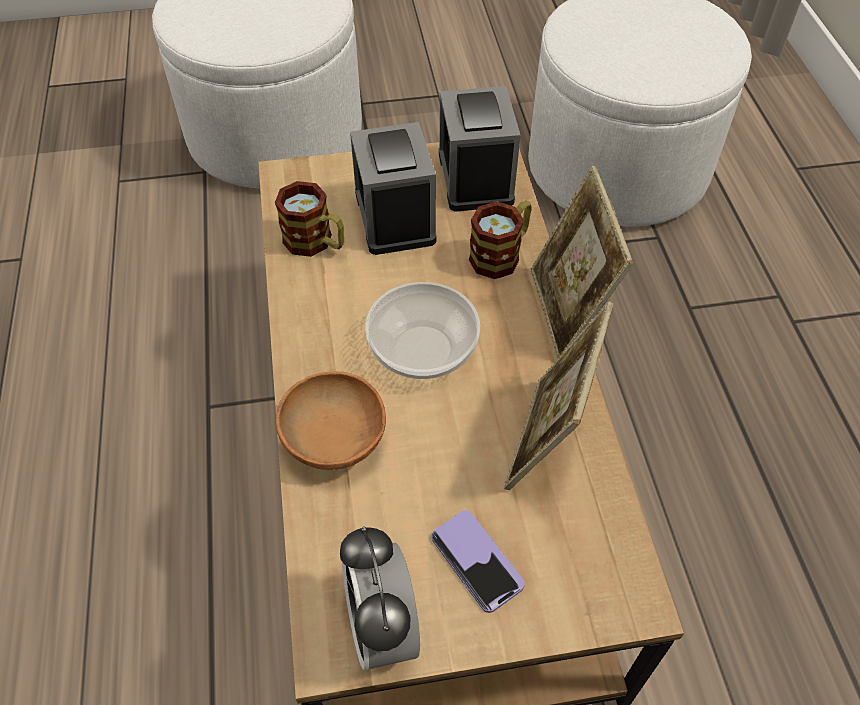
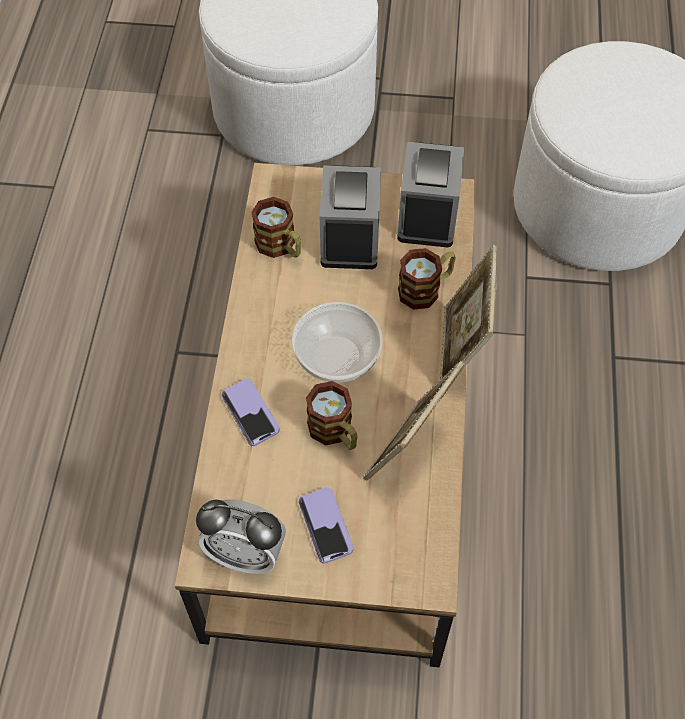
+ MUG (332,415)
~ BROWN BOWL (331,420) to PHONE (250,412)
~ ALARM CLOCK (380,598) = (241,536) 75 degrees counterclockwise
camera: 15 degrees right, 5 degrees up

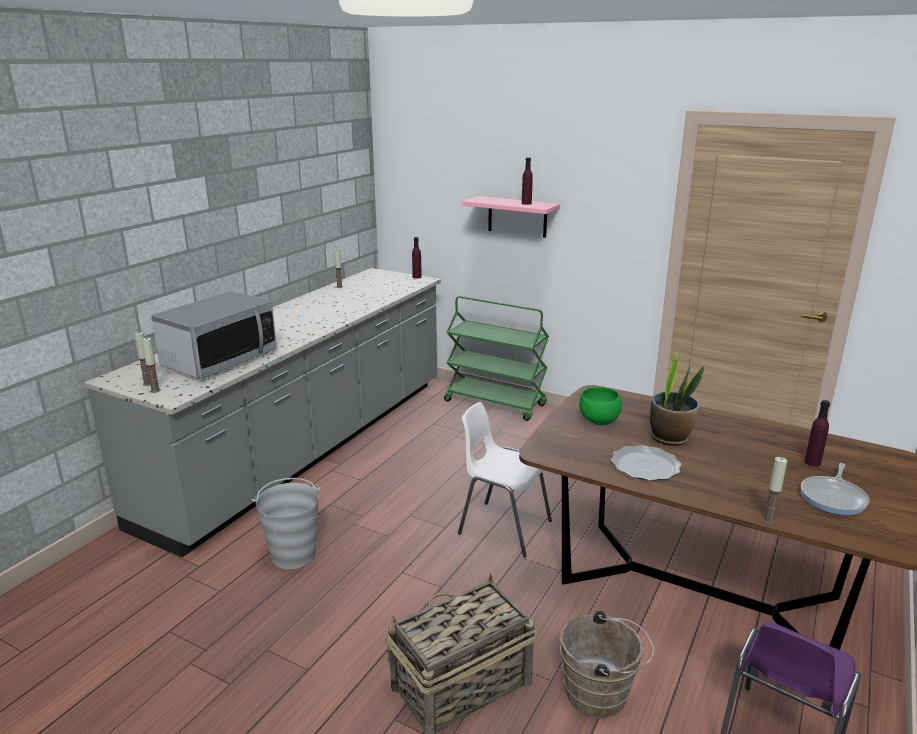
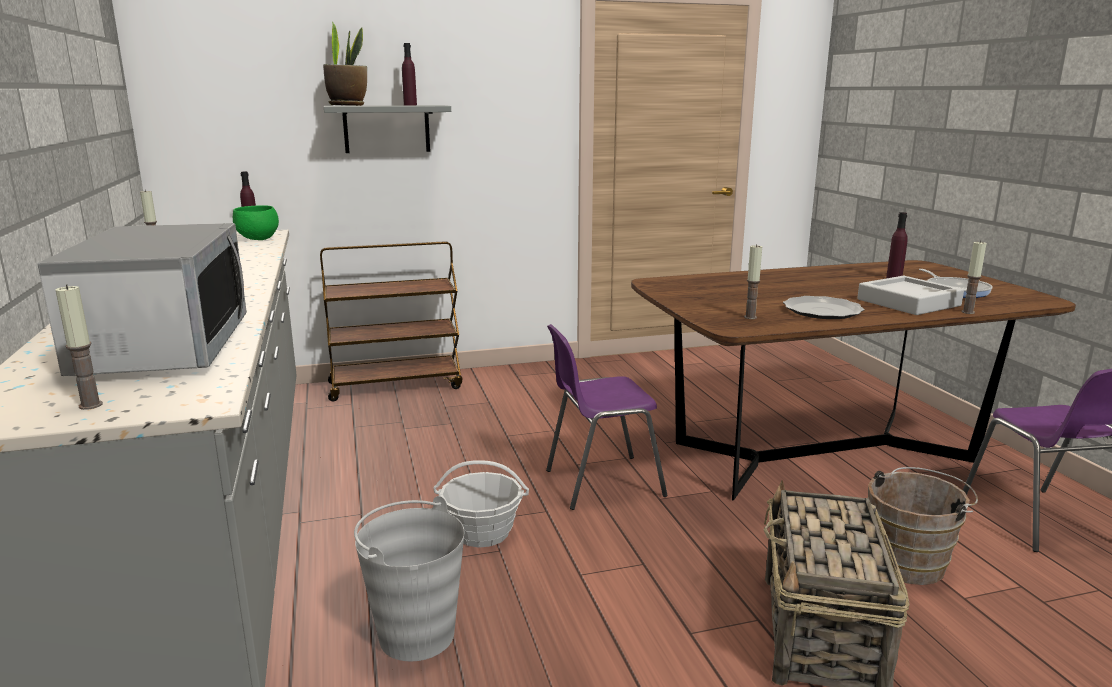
+ BASKET (481,504)
+ GREY TRAY (910,295)
~ CANDLE (150,365) to (753,281)
~ GREEN BOWL (600,406) to (256,222)
~ POTTED PLANT (677,399) to (345,64)
~ GREEN CART (496,358) to BROWN CART (391,321)
~ WHITE CHAIR (505,480) to PURPLE CHAIR (607,417)
~ PINK SHELF (511,217) to GREY SHELF (387,129)
camera: 45 degrees left, 5 degrees down

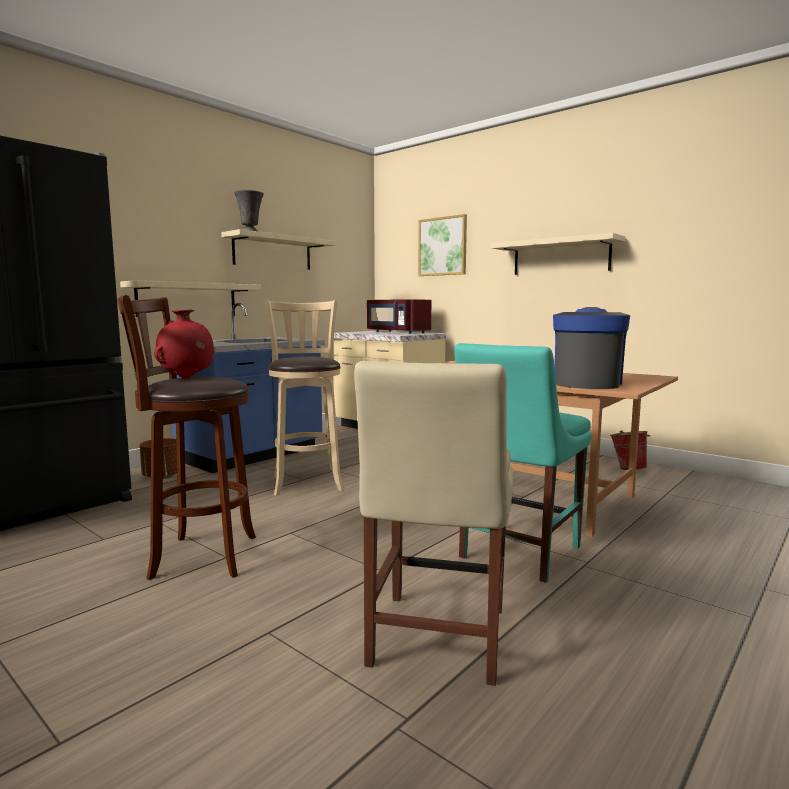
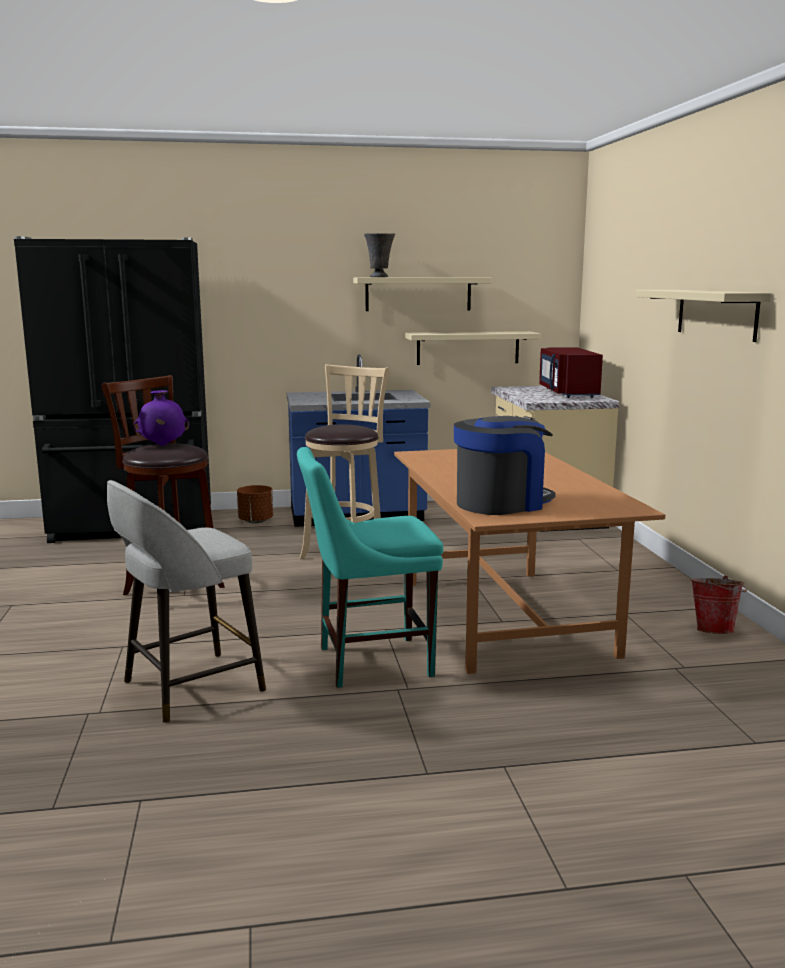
- PICTURE (442,245)
~ BEIGE SHELF (190,298) to (473,348)
~ BEIGE CHAIR (433,523) to GREY STOOL (186,601)
~ RED VASE (184,344) to PURPLE VASE (161,418)
camera: 40 degrees right, 5 degrees up

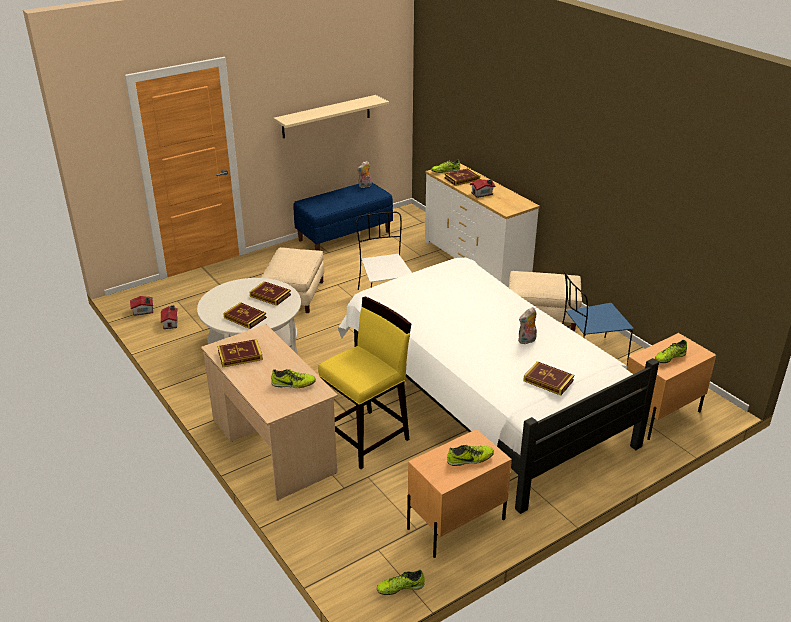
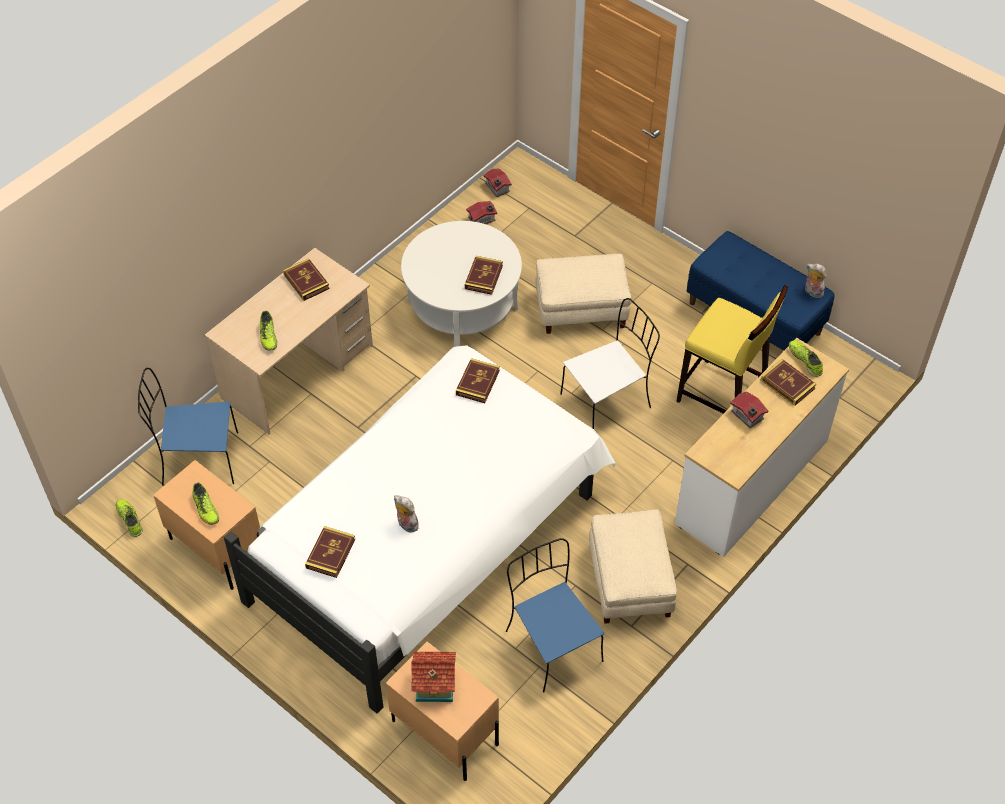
- BEIGE SHELF (331,116)
+ BLUE CHAIR (188,426)
~ BOOK (245,315) to (478,380)
~ YELLOW STOOL (364,382) to (732,349)
~ SHOE (671,351) to TOY HOUSE (434,677)
camera: 75 degrees right, 20 degrees up

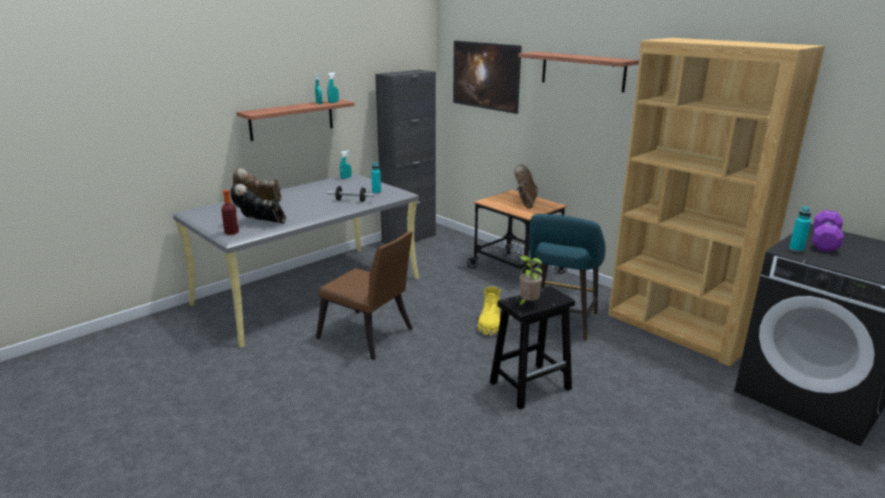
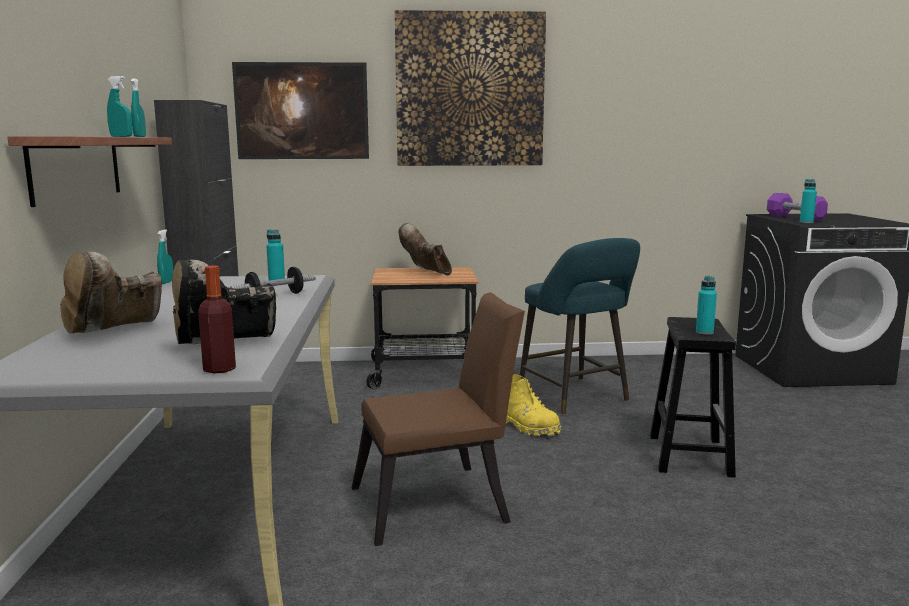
- BROWN BOOKCASE (716,202)
~ SHELF (578,72) to PICTURE (470,88)
~ POTTED PLANT (530,281) to TURQUOISE BOTTLE (706,305)
camera: 50 degrees left, 10 degrees down

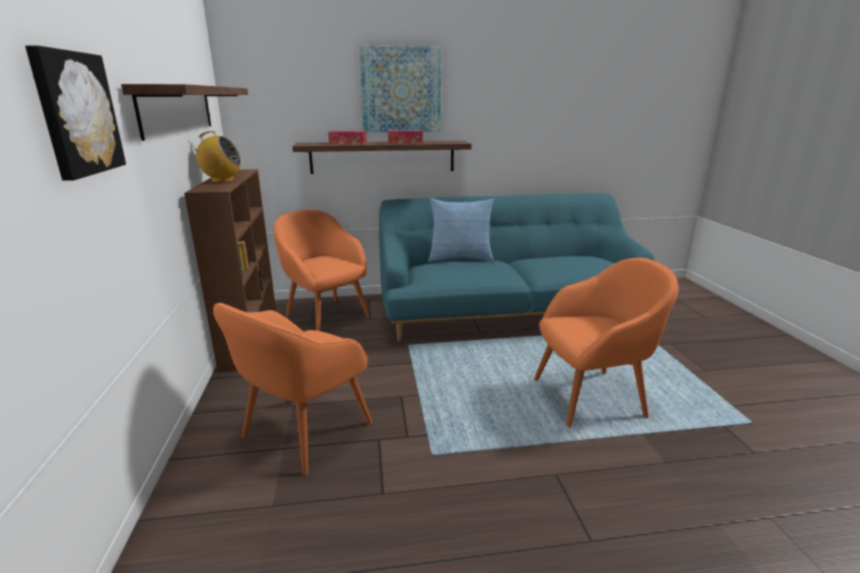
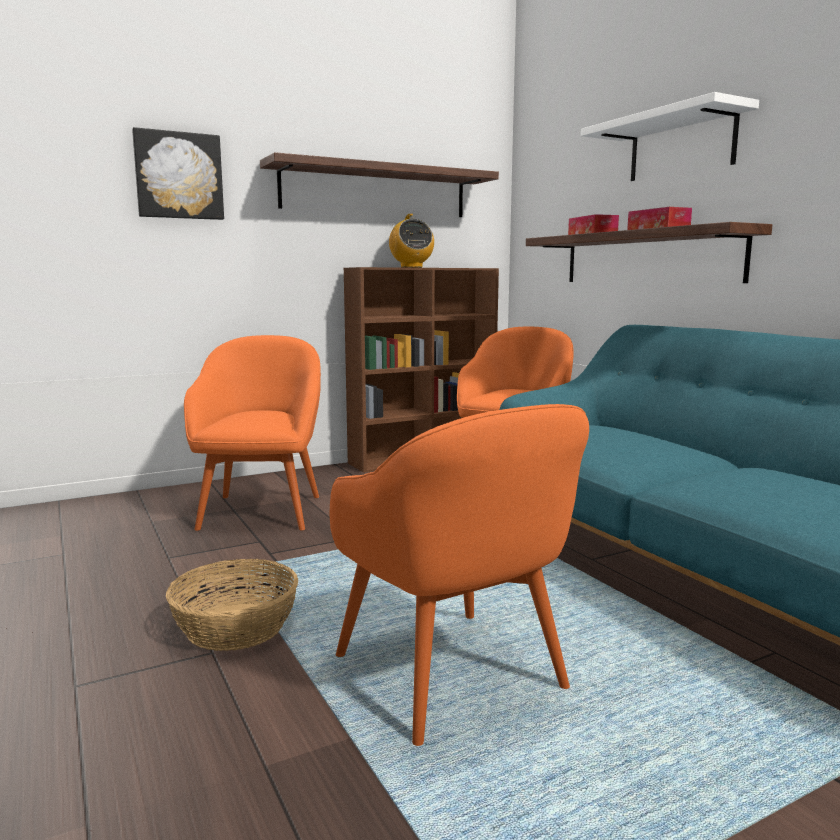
- PILLOW (461,230)
+ BASKET (232,605)
~ PICTURE (400,88) to WHITE SHELF (670,136)
~ ORANGE ARMCHAIR (293,389) = (252,433) 75 degrees clockwise
camera: 70 degrees right, 10 degrees down

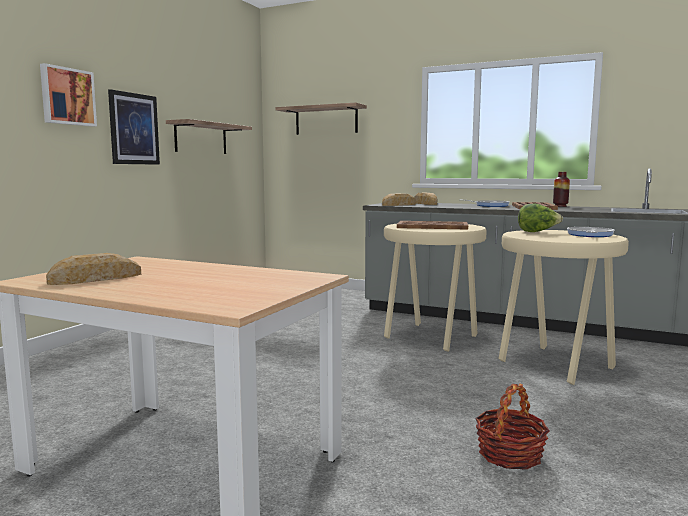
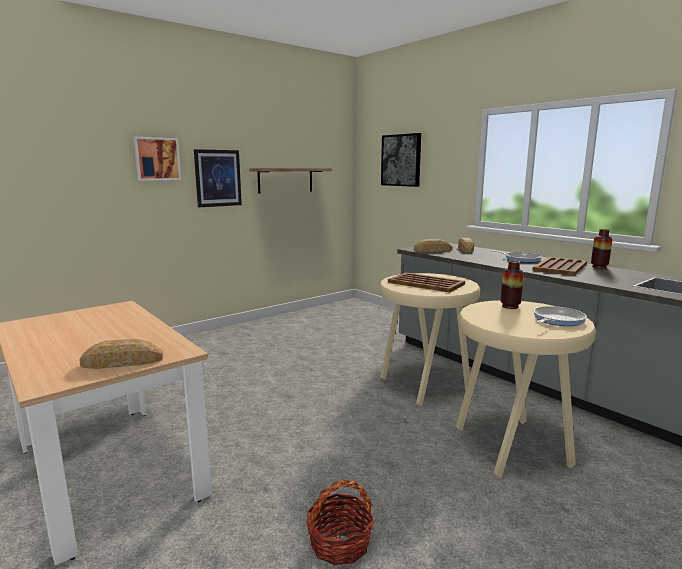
~ BREAD (93,269) to (121,354)
~ SHELF (321,118) to PICTURE (401,160)
~ LETTUCE (540,218) to VASE (512,284)
camera: 25 degrees right, 5 degrees up

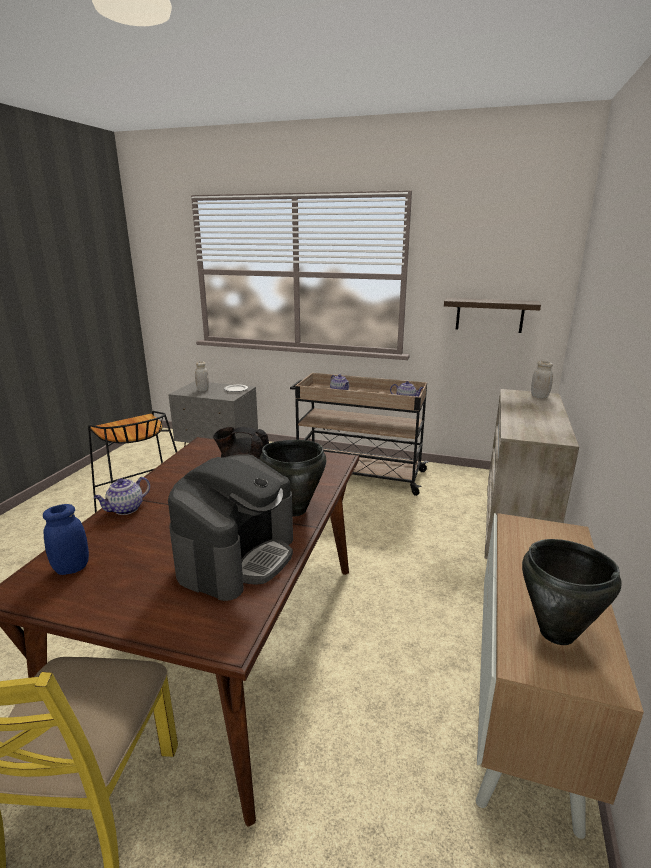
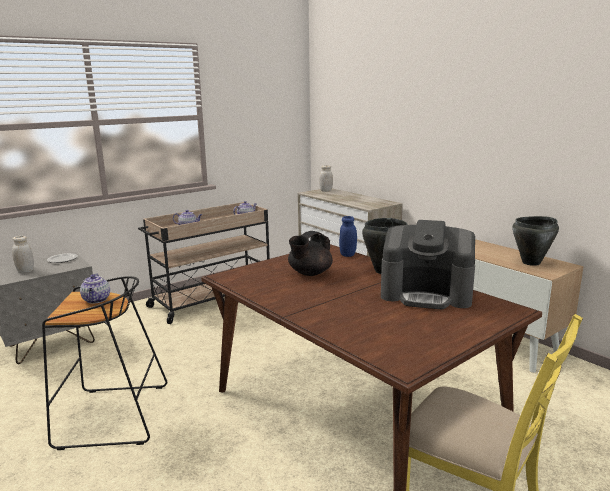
- SHELF (492,315)
~ BLUE JAR (66,539) to (348,236)
~ TEAPOT (122,496) to (95,288)
~ COFFEE MACHINE (230,527) = (428,265) 135 degrees clockwise
camera: 55 degrees left, 5 degrees down

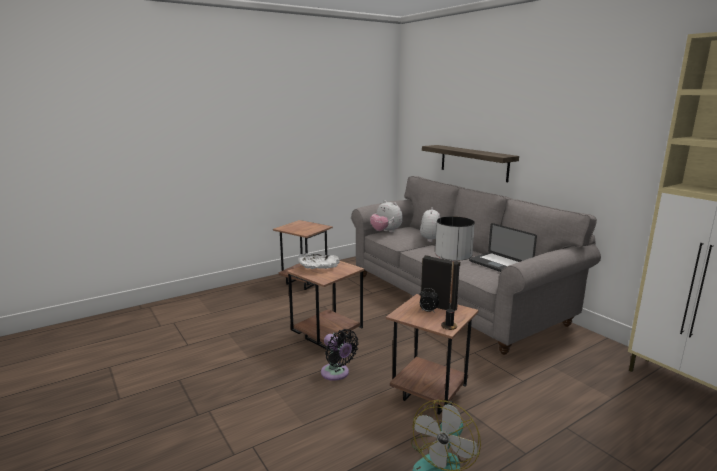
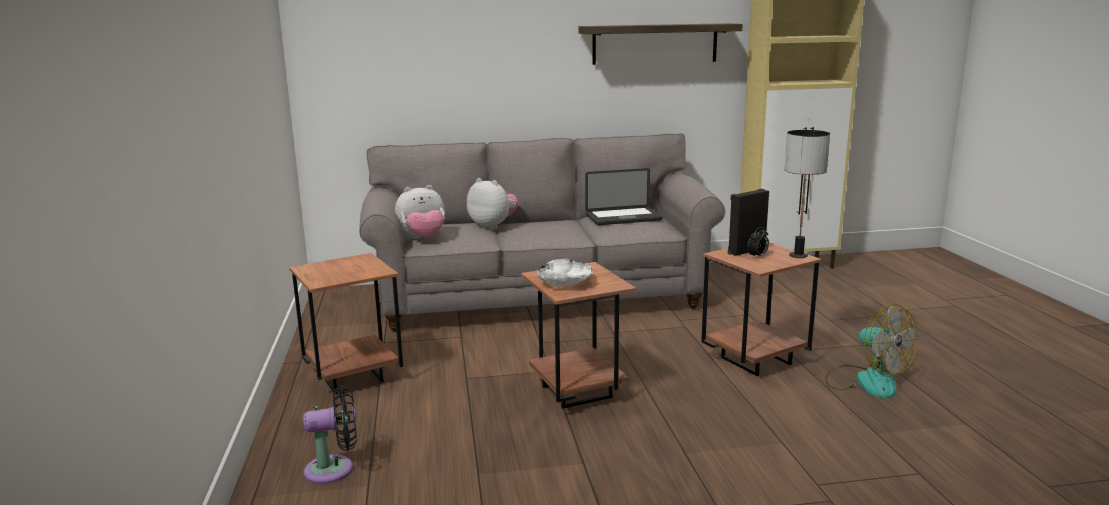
~ BLACK FAN (340,355) to (330,434)
~ SHELF (470,163) to (661,44)
camera: 65 degrees left, 0 degrees up

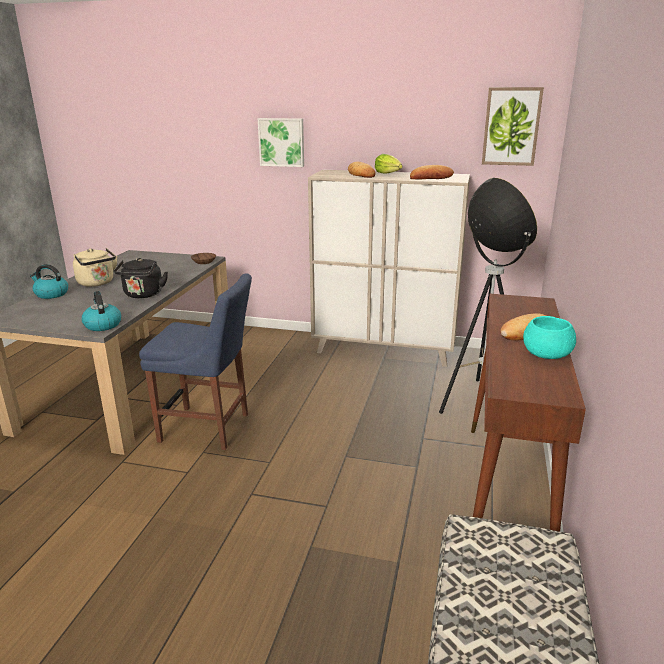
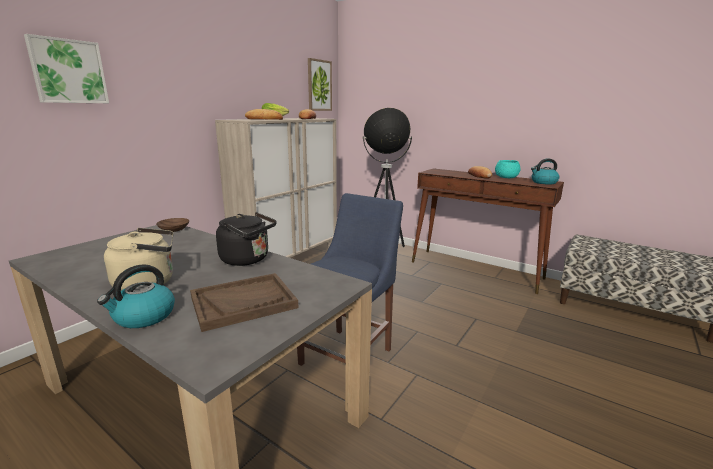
+ BROWN TRAY (244,302)
~ KETTLE (101,311) to (545,171)
~ PICTURE (281,142) to (66,68)
camera: 70 degrees left, 5 degrees down

